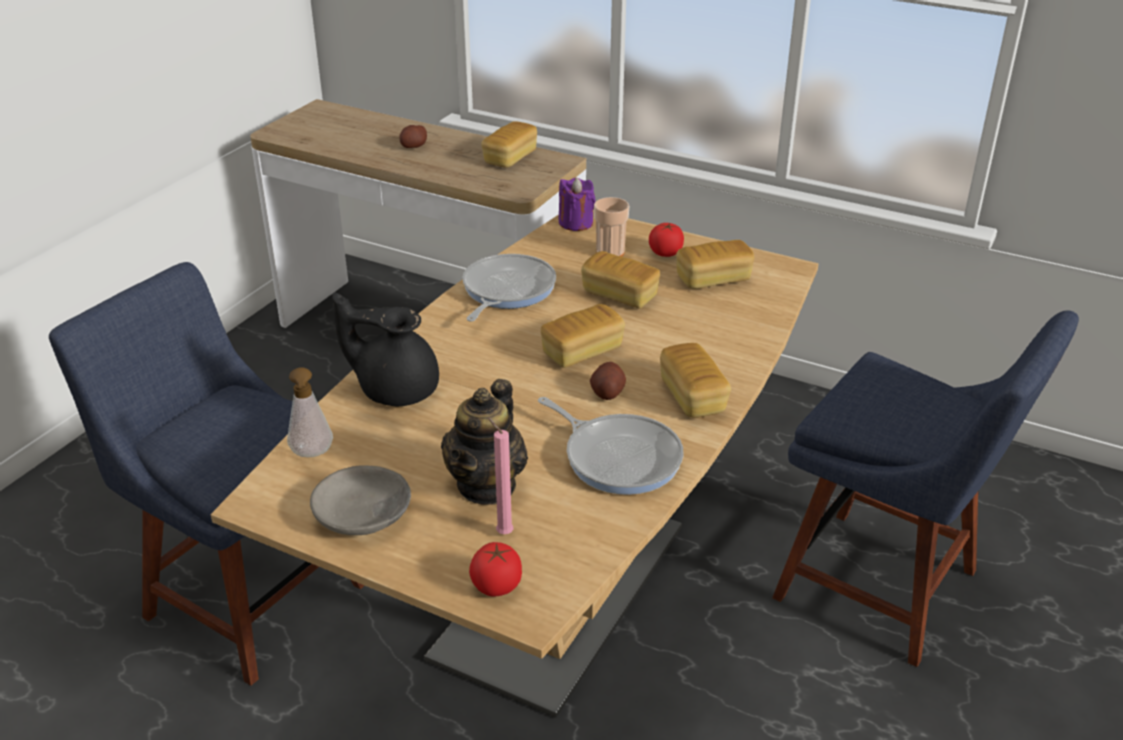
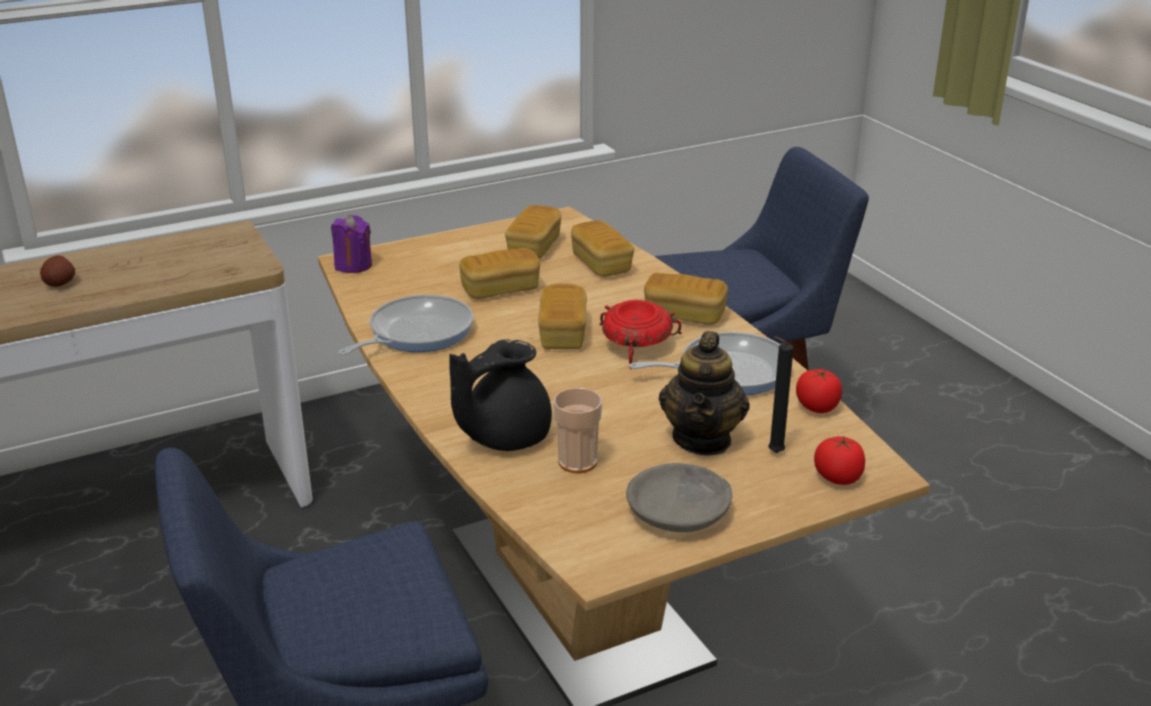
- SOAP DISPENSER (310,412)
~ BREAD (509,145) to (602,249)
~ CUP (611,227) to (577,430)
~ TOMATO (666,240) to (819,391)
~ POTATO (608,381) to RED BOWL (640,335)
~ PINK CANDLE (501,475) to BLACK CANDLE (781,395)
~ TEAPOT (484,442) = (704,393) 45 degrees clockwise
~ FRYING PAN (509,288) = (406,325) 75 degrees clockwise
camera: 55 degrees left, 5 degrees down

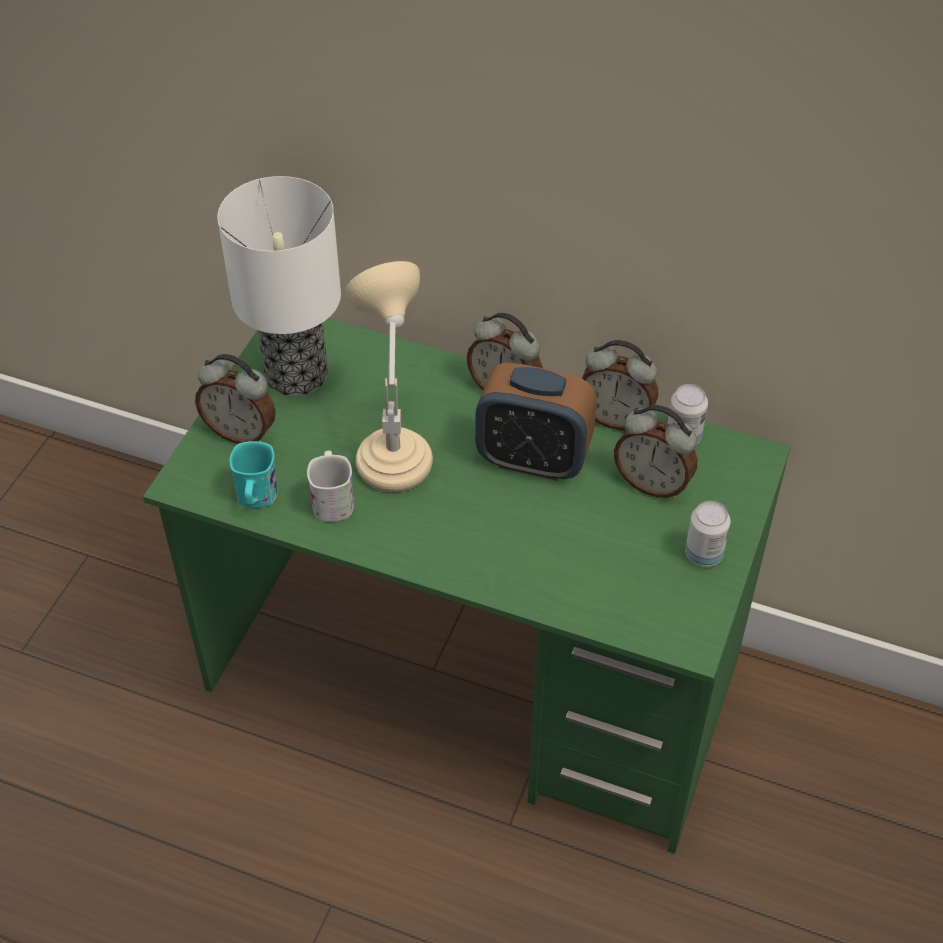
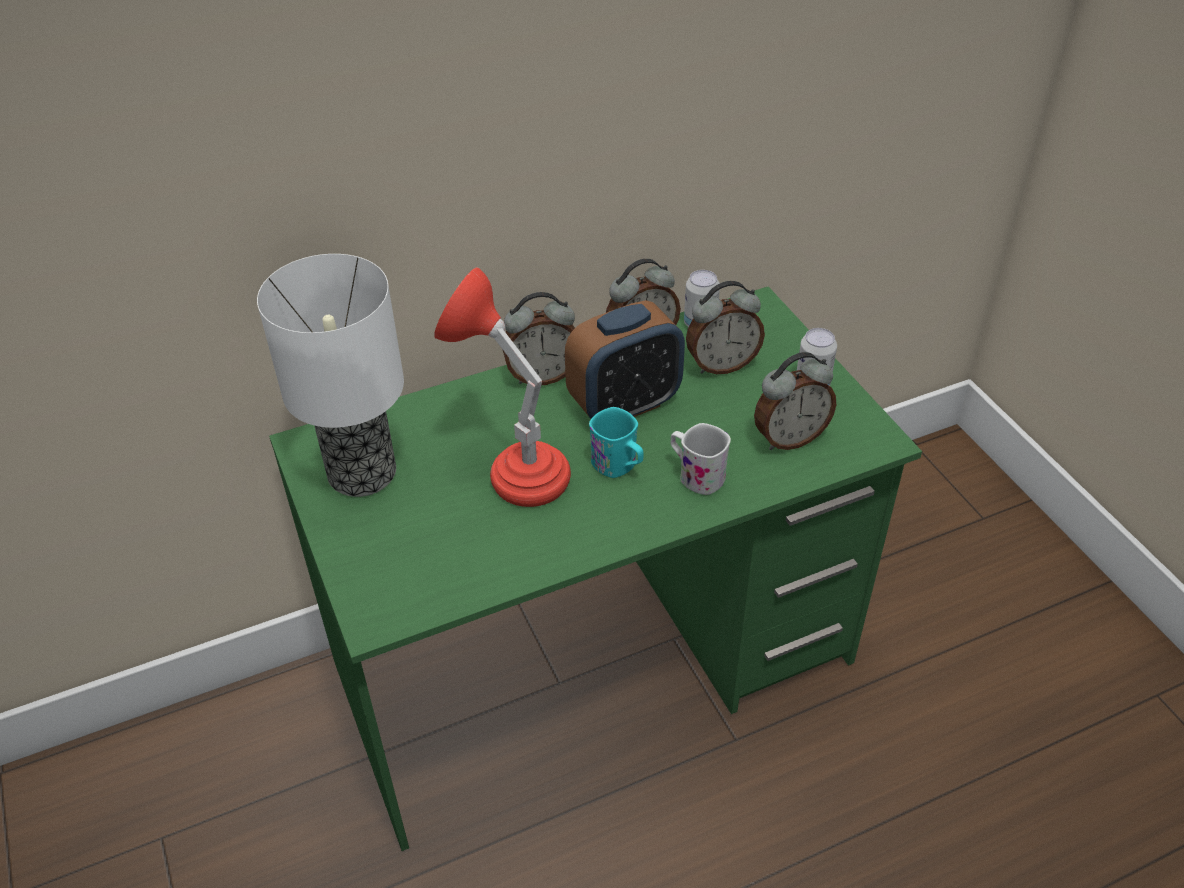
~ ALARM CLOCK (235,399) to (795,401)
~ TURQUOISE MUG (253,474) to (616,442)
~ WHITE MUG (330,486) to (701,459)
~ BEIGE TABLE LAMP (389,376) to RED TABLE LAMP (502,387)
camera: 45 degrees left, 5 degrees down

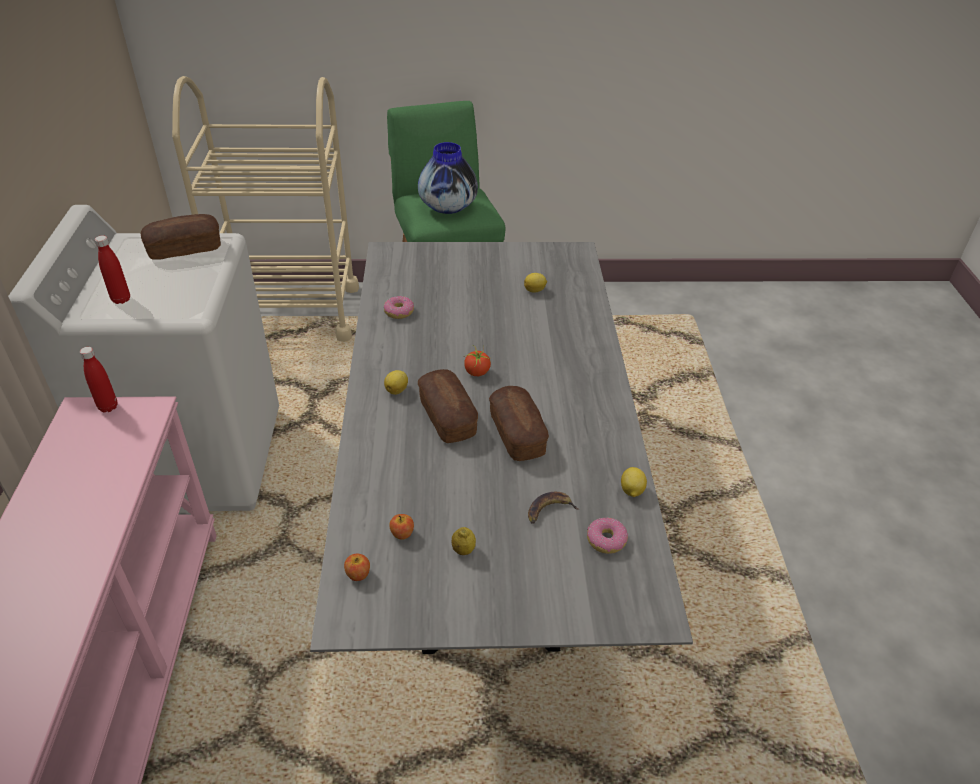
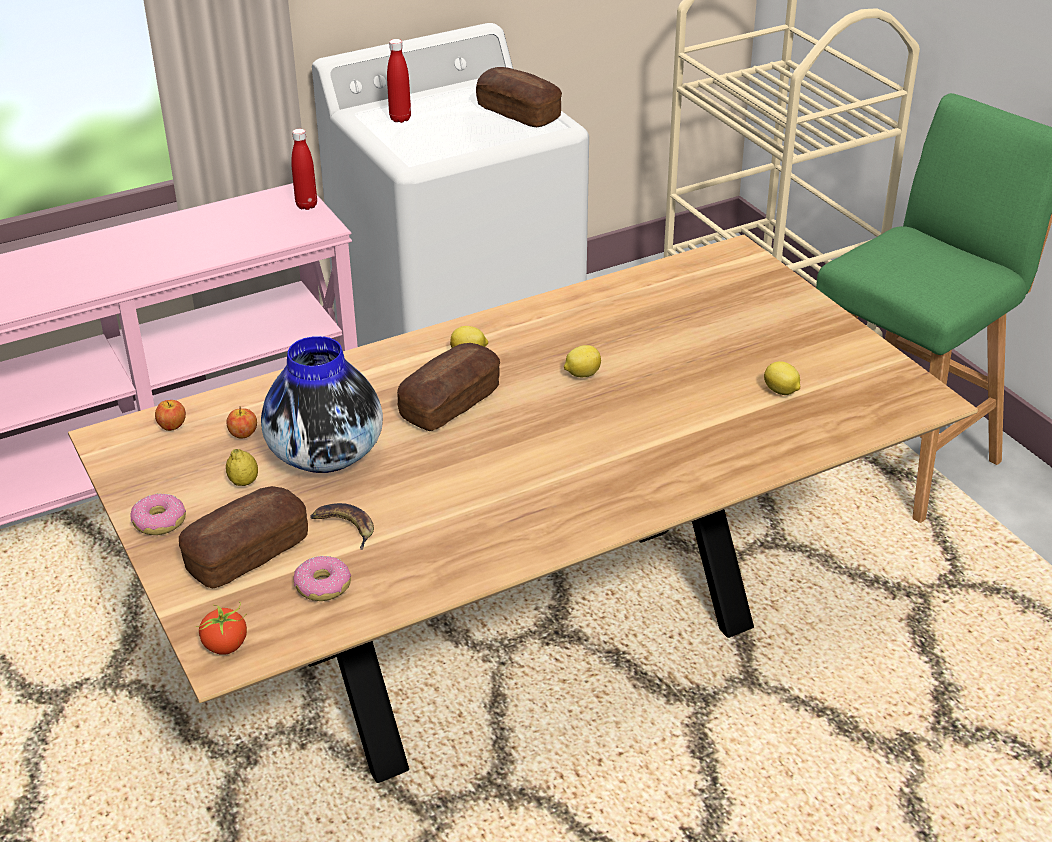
~ DONUT (399,307) to (158,514)
~ VASE (448,178) to (322,404)
~ TOMATO (477,360) to (221,628)
~ BREAD (519,423) to (243,537)
~ LEMON (634,482) to (582,361)
~ GREY DINING TABLE (501,448) to BROWN DINING TABLE (523,509)
camera: 65 degrees right, 5 degrees down

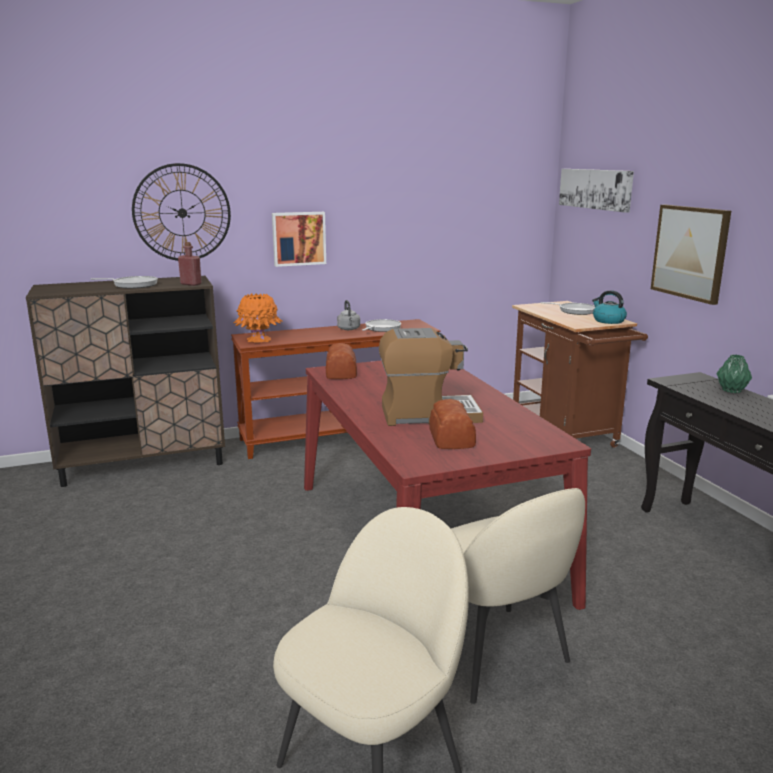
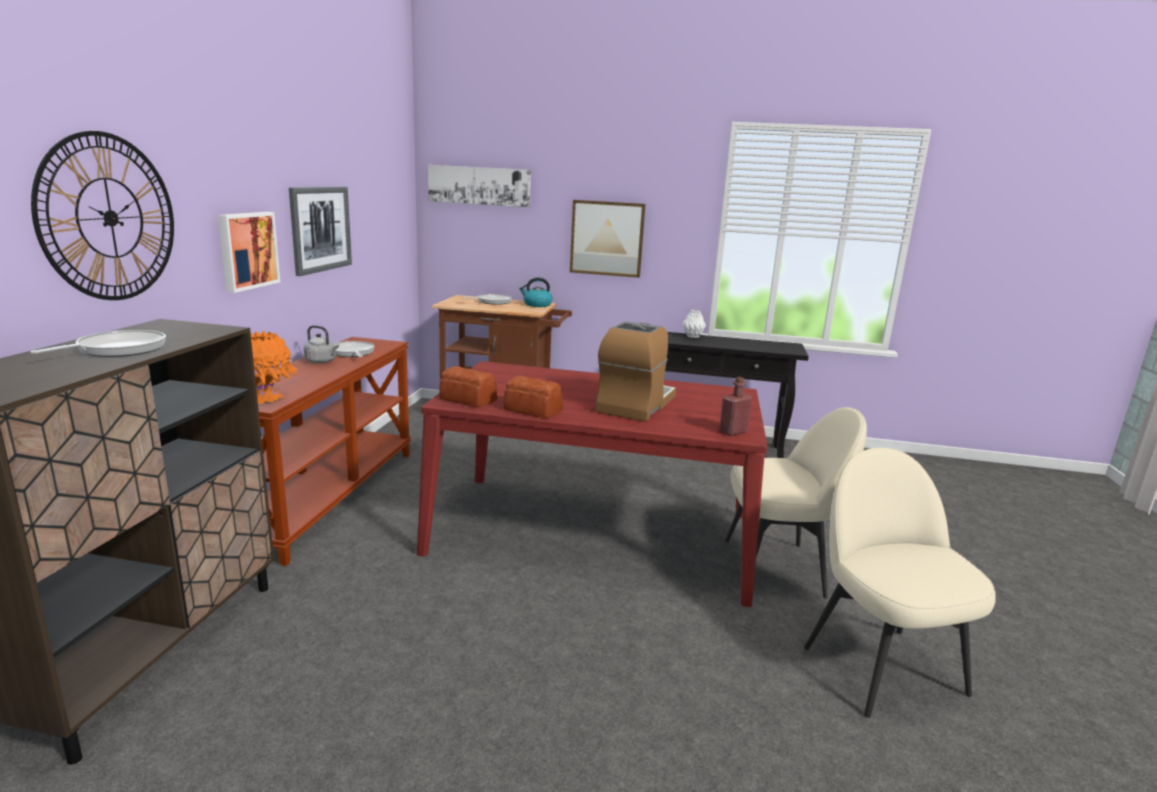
+ PICTURE (320,231)
~ RED BOTTLE (190,264) to (735,406)
~ BREAD (452,424) to (533,397)
~ GREEN VASE (734,373) to WHITE VASE (694,324)
camera: 60 degrees left, 0 degrees up

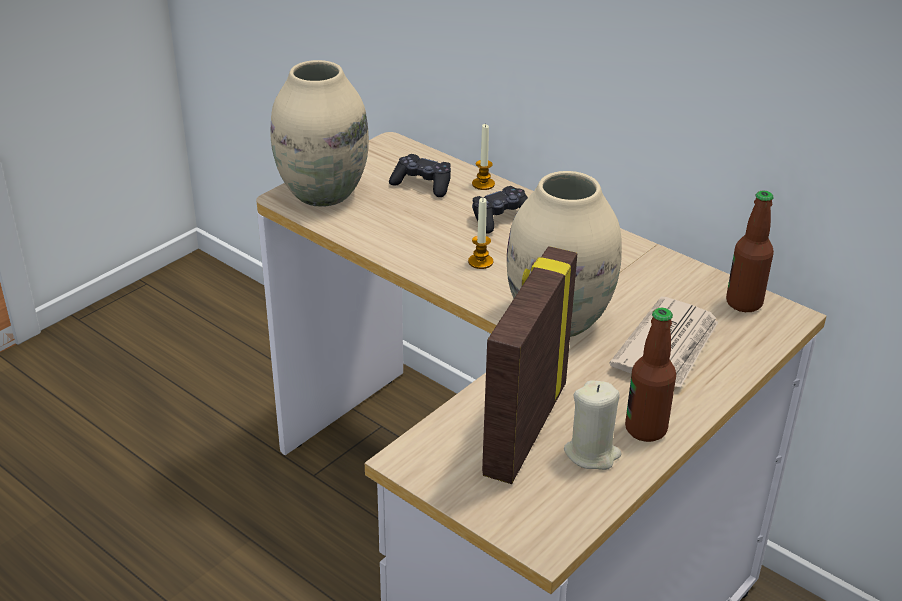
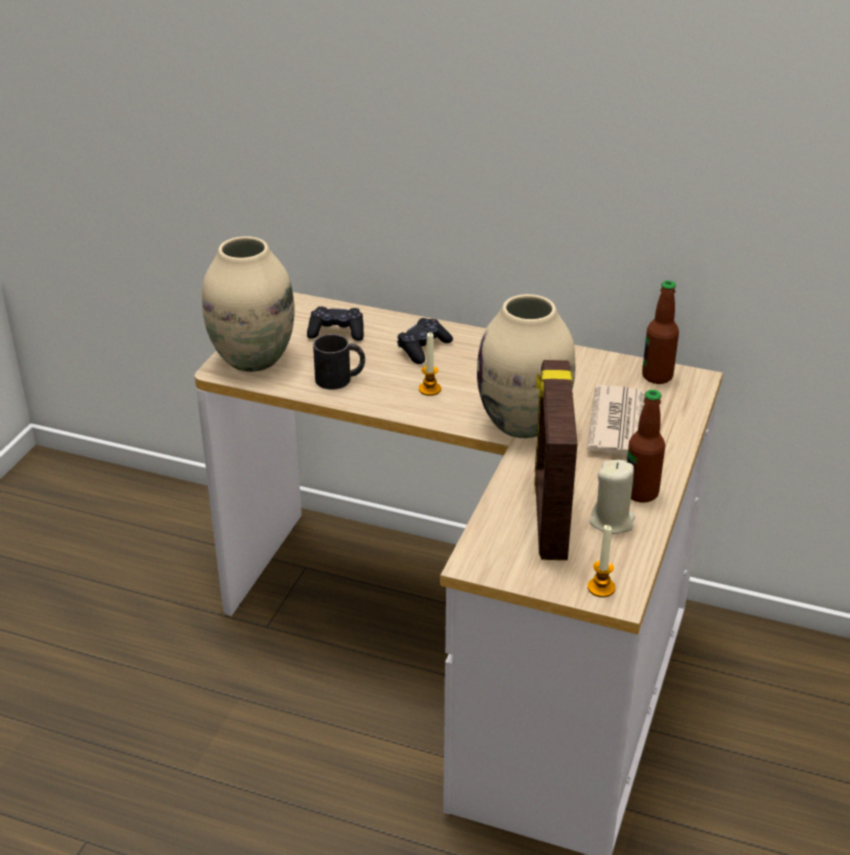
+ BLACK MUG (339,361)
~ CANDLE (483,156) to (601,561)
camera: 20 degrees left, 0 degrees up

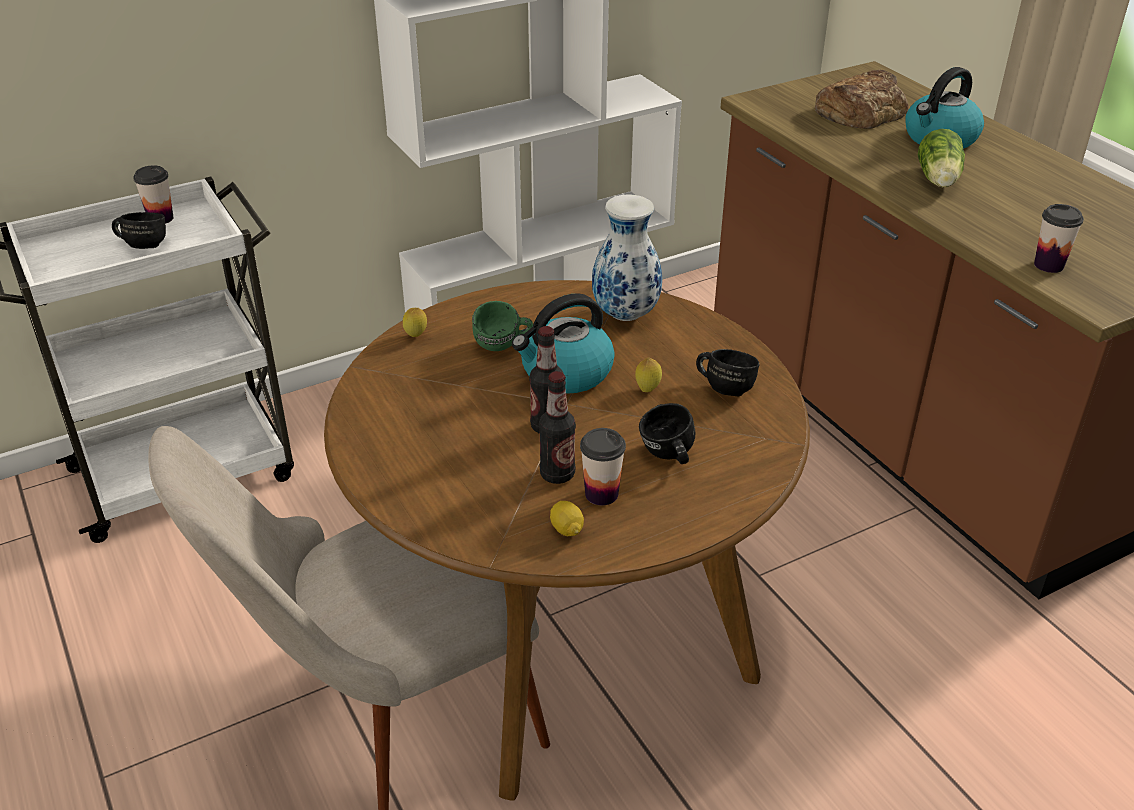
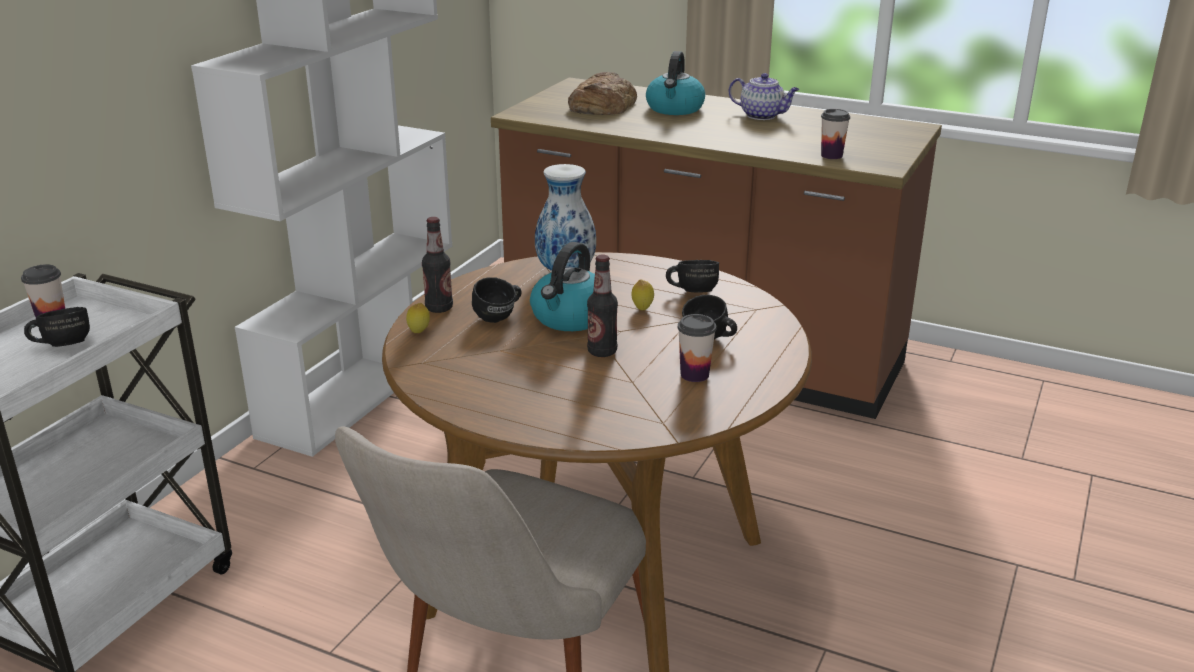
- LEMON (567,518)
- LETTUCE (941,158)
+ TEAPOT (764,96)
~ BOTTLE (557,427) to (437,265)
~ GREEN MUG (502,326) to BLACK MUG (497,300)
camera: 35 degrees left, 10 degrees down

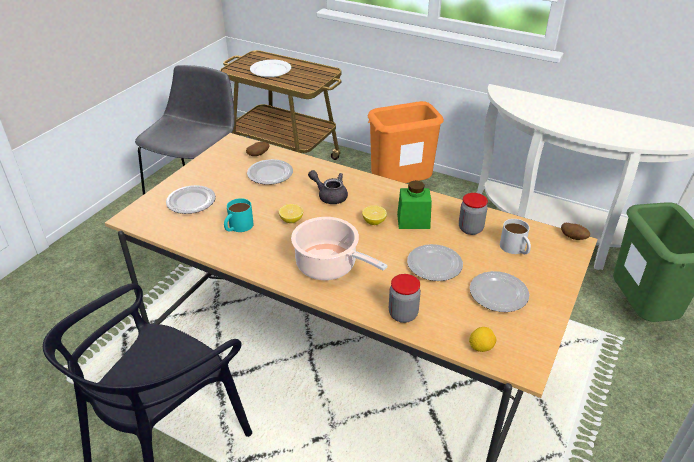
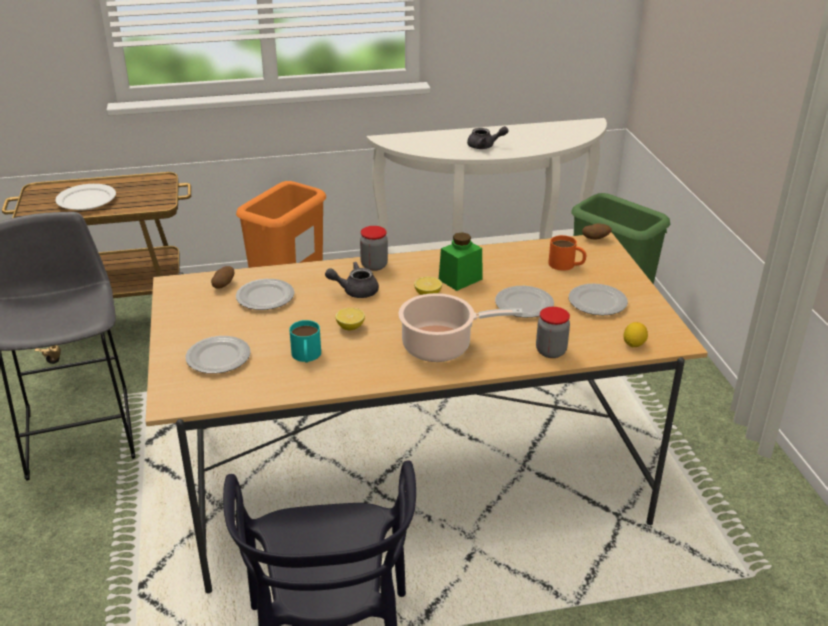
+ GREY TEAPOT (488,137)
~ JAR (473,214) to (374,248)
~ WHITE MUG (515,236) to ORANGE MUG (567,253)
camera: 40 degrees left, 5 degrees down

